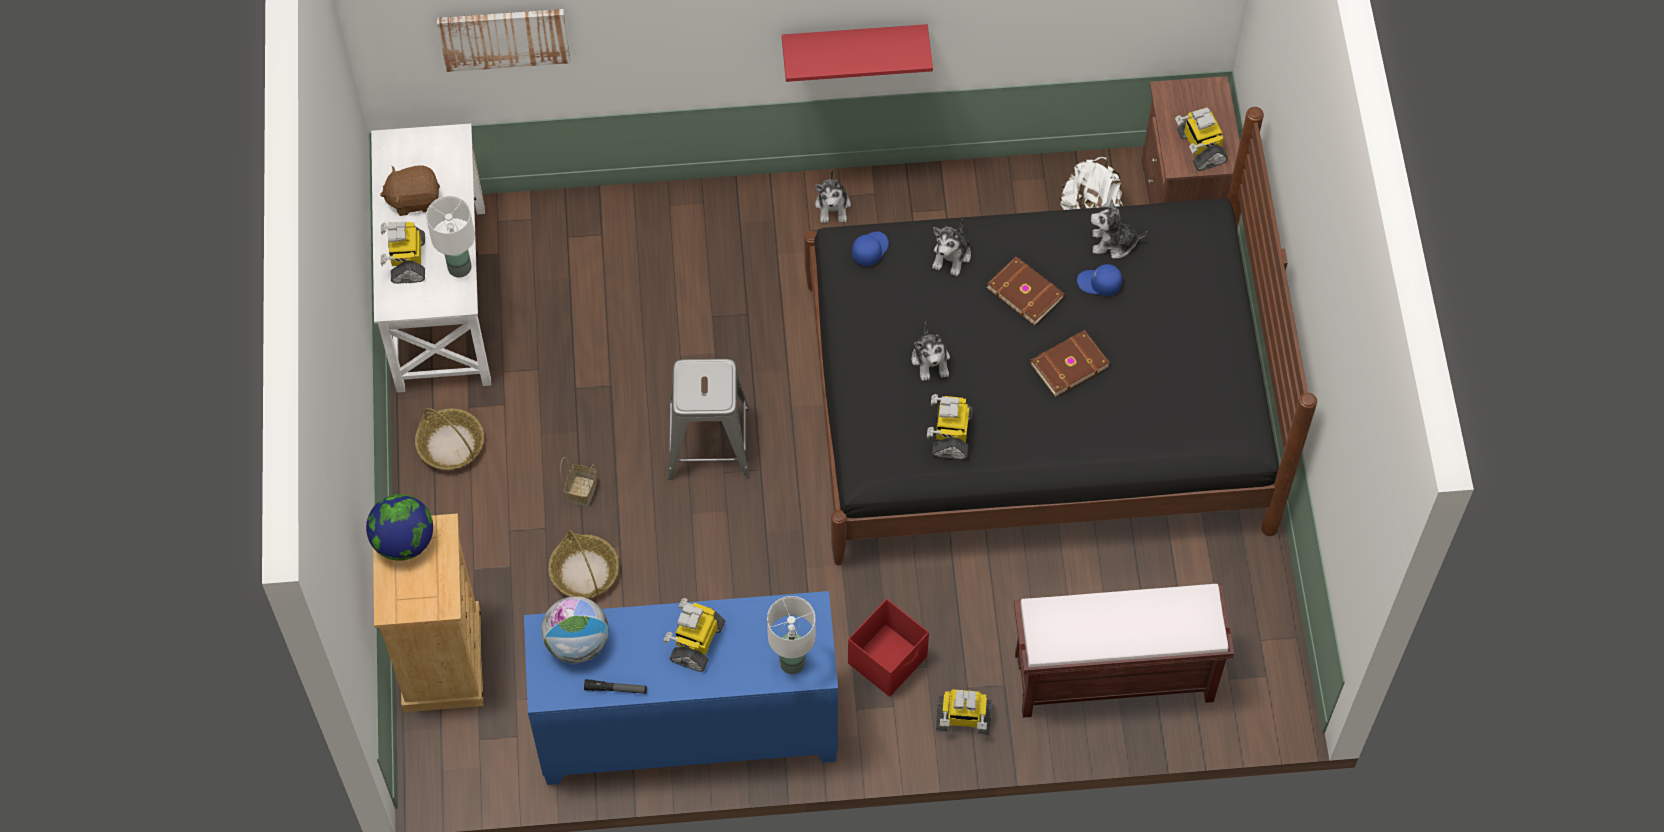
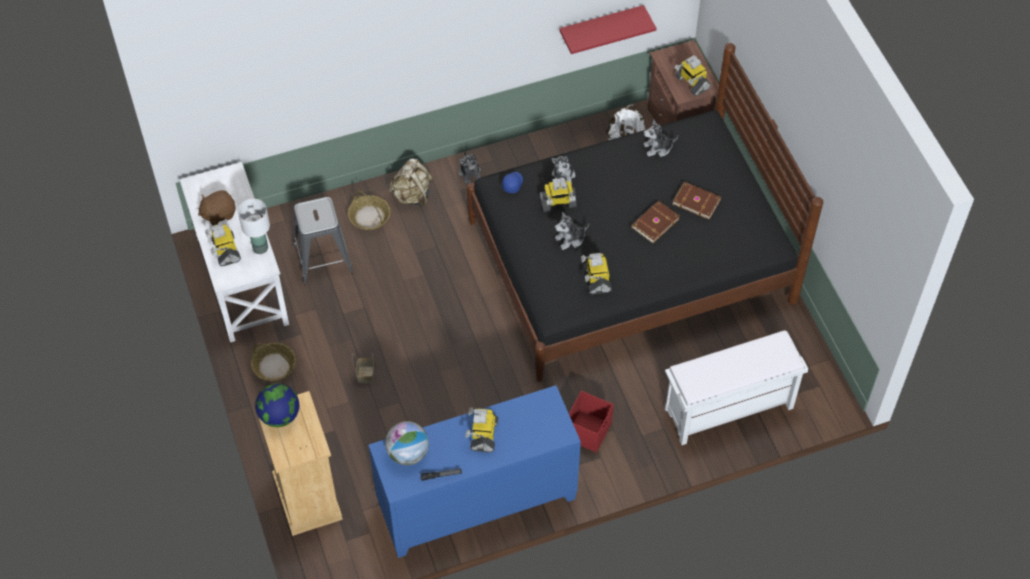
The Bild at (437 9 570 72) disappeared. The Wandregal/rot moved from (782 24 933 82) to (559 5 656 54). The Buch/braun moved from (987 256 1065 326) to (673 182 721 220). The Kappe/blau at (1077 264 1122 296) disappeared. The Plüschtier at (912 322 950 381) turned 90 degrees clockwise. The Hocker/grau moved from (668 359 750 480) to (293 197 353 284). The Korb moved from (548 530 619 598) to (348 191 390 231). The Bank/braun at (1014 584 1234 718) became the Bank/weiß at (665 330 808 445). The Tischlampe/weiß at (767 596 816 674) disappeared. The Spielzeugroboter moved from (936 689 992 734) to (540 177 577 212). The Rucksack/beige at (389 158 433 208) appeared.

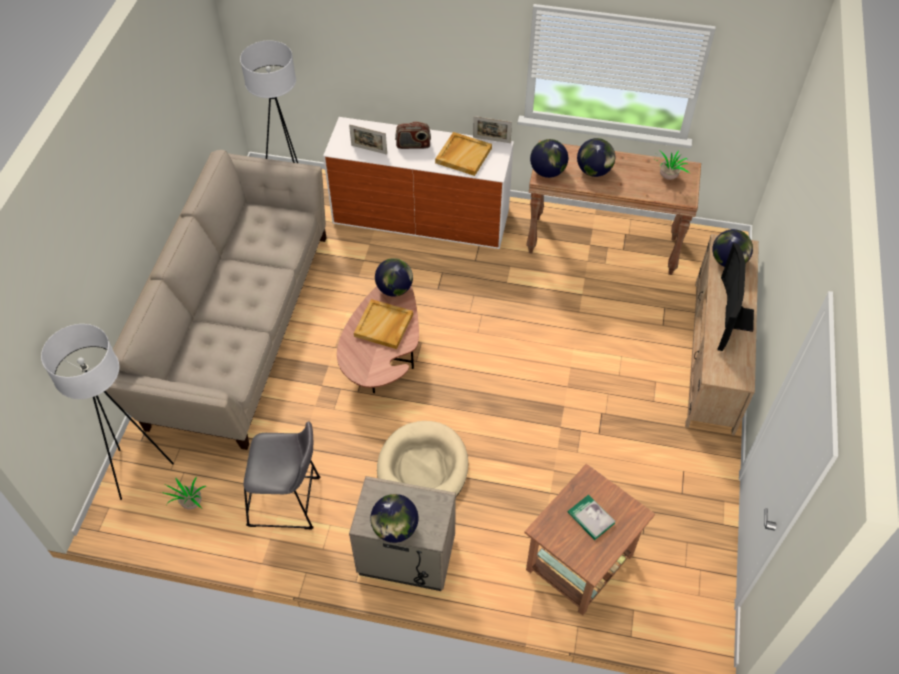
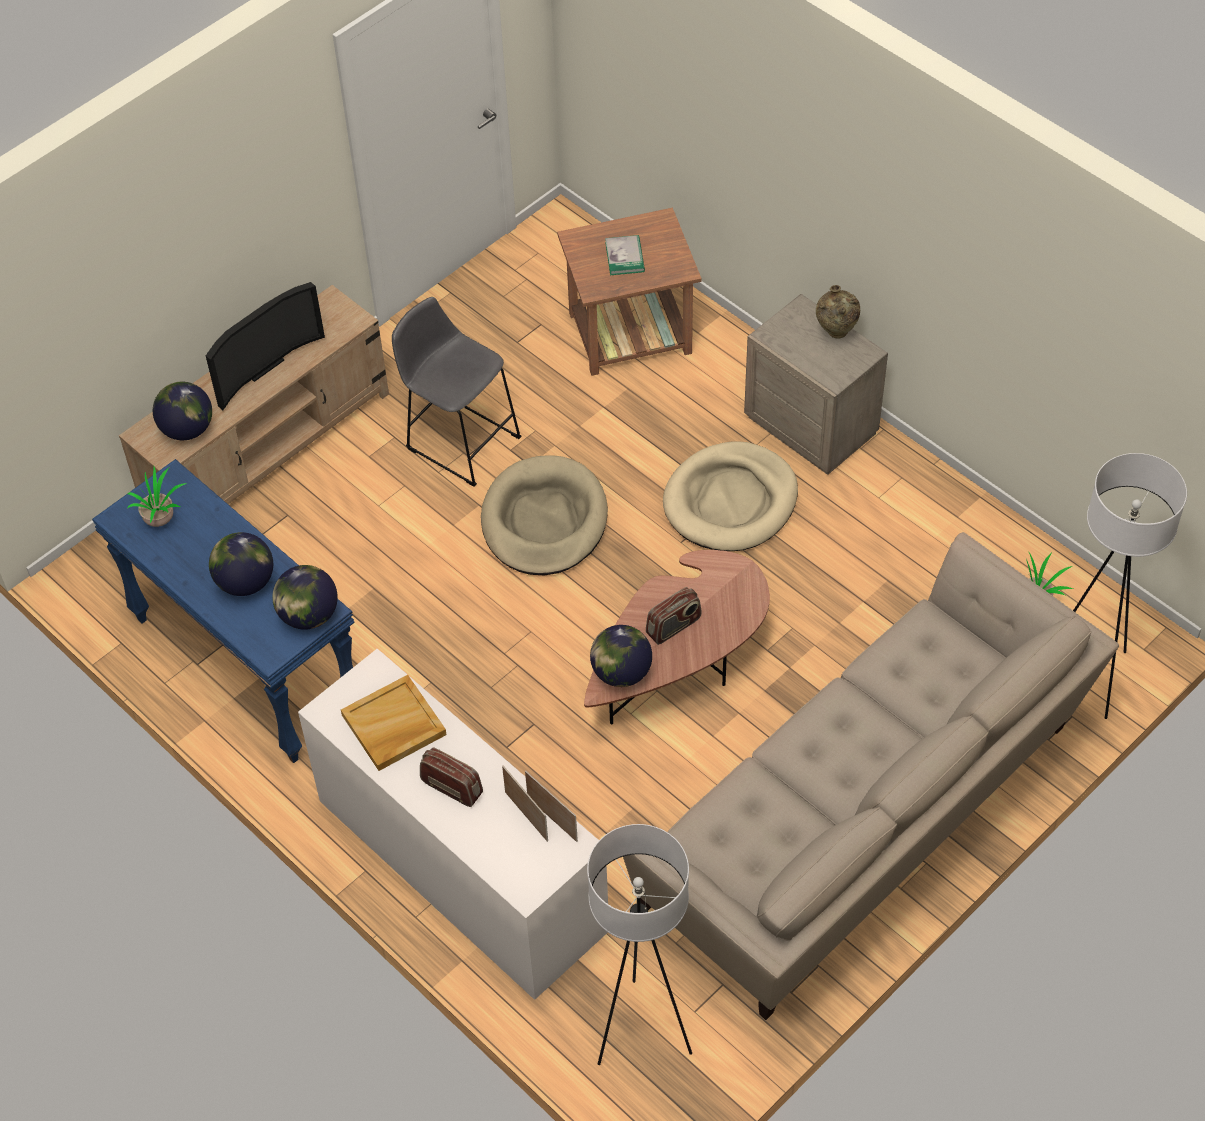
The Bilderrahmen moved from (473 116 512 143) to (525 771 578 842). The Konsolentisch/braun at (526 140 701 275) became the Konsolentisch/blau at (92 459 354 763). The Tablett/beige at (354 299 413 349) was replaced by the Radio at (646 587 701 645). The Hocker/grau moved from (243 421 321 529) to (392 297 522 487). The Globus at (370 494 418 543) was replaced by the Vase/beige at (816 285 860 339). The Hundebett/beige at (481 455 608 575) appeared.

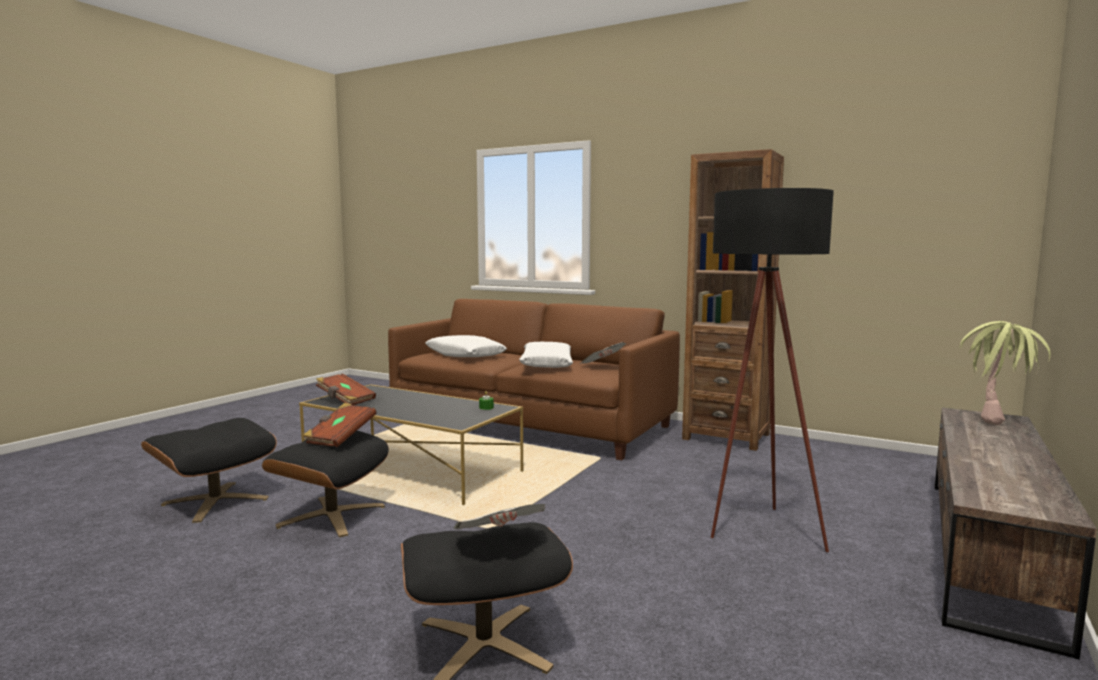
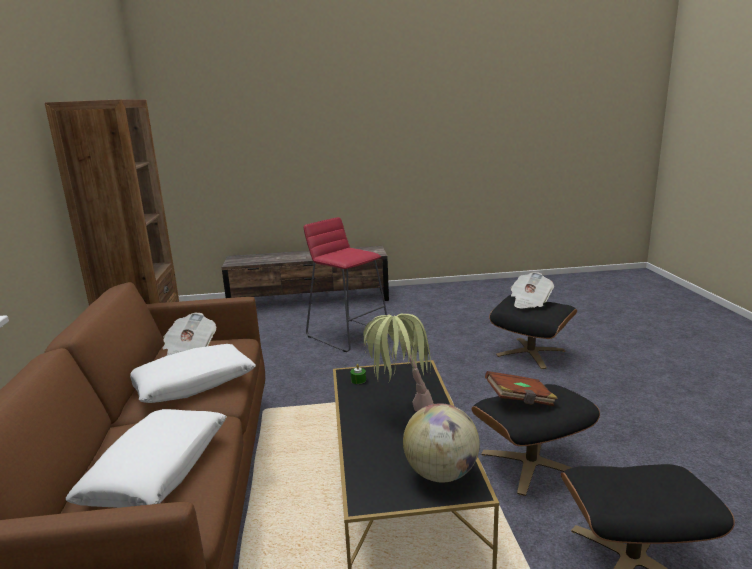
The Stehlampe/schwarz at (711 188 834 552) was replaced by the Hocker/rot at (304 217 387 352). The Topfpflanze moved from (959 321 1051 425) to (363 314 434 412). The Buch/braun at (316 373 376 405) was replaced by the Globus at (403 403 480 482).

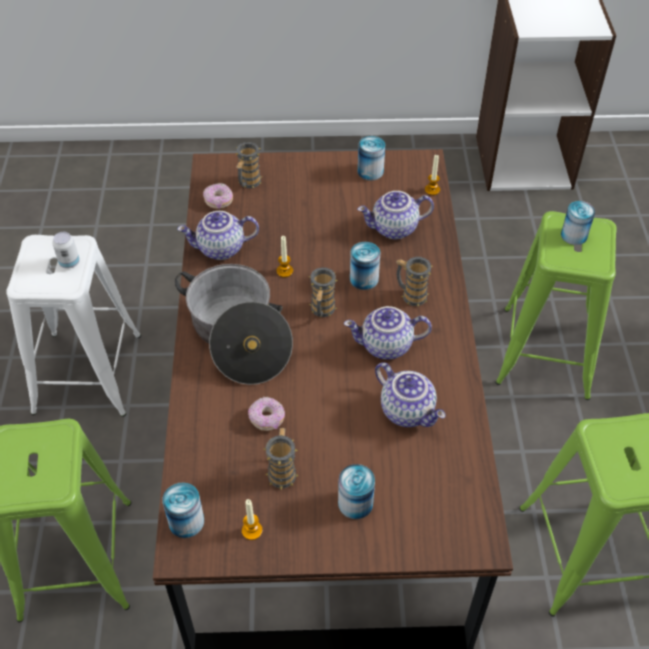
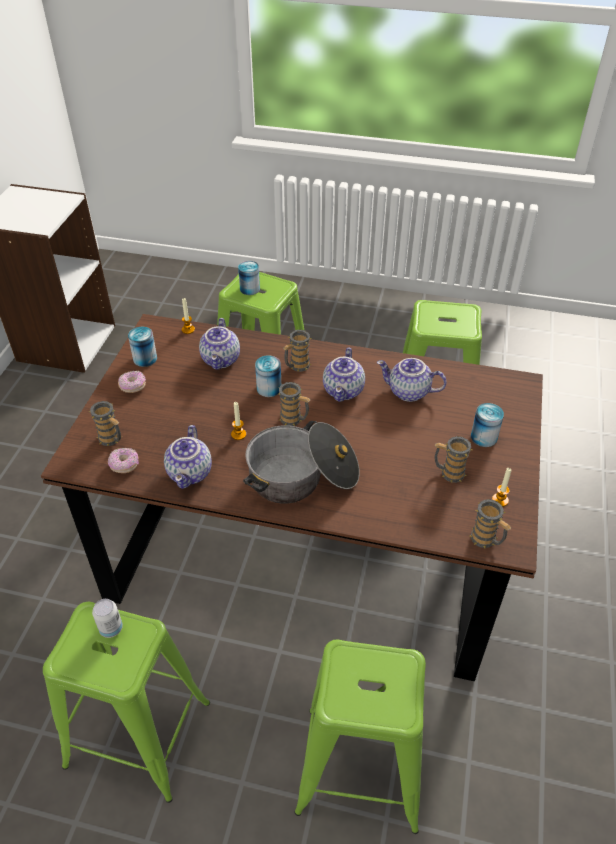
The Hocker/weiß at (6 235 141 417) became the Hocker/grün at (43 602 210 803). The Teekanne at (375 362 446 427) turned 135 degrees counterclockwise. The Donut moved from (248 397 285 431) to (118 371 146 393). The Dose at (162 482 204 538) was replaced by the Henkelbecher at (469 499 511 548).

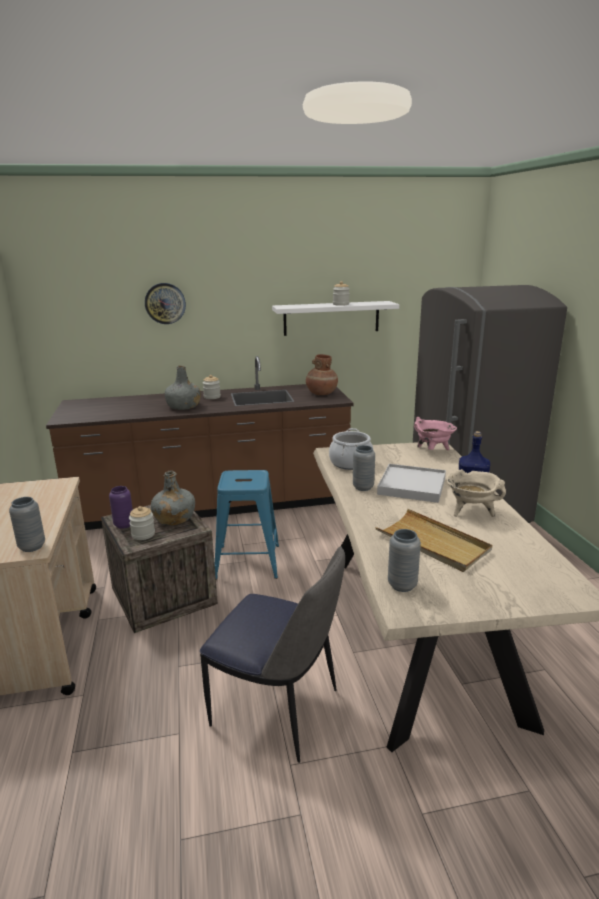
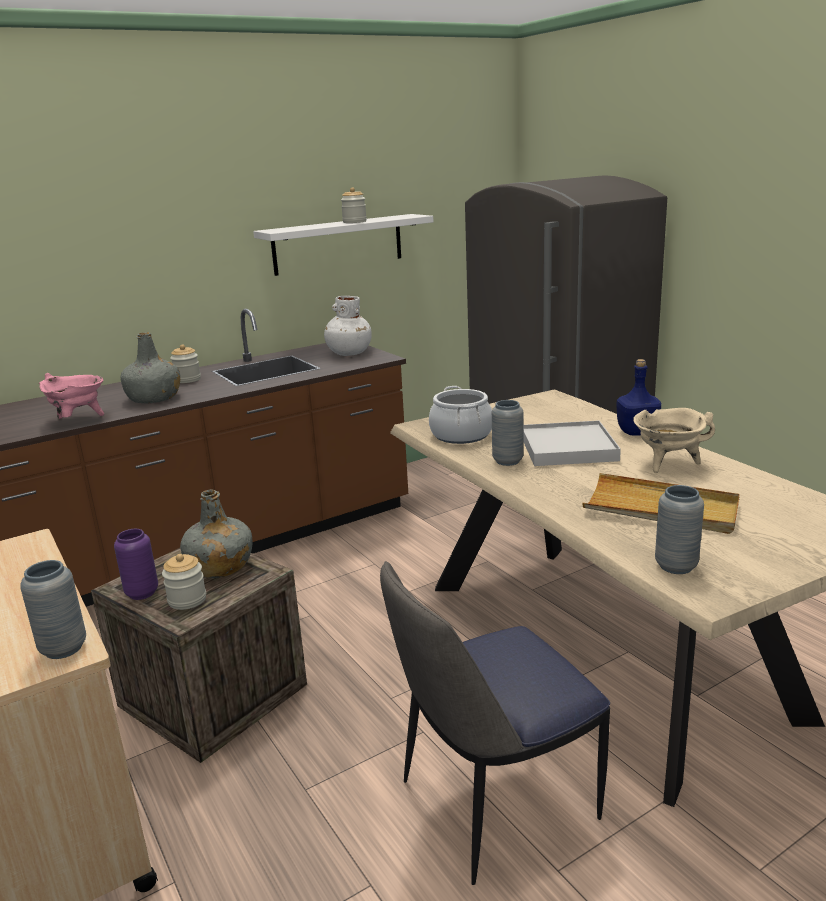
The Wanduhr at (145 283 186 324) disappeared. The Vase/braun at (306 354 338 395) became the Vase/weiß at (324 296 372 356). The Kochtopf/rosa moved from (414 417 457 450) to (39 373 104 419). The Hocker/blau at (215 470 279 580) disappeared. The Stuhl at (200 546 345 763) turned 150 degrees clockwise.

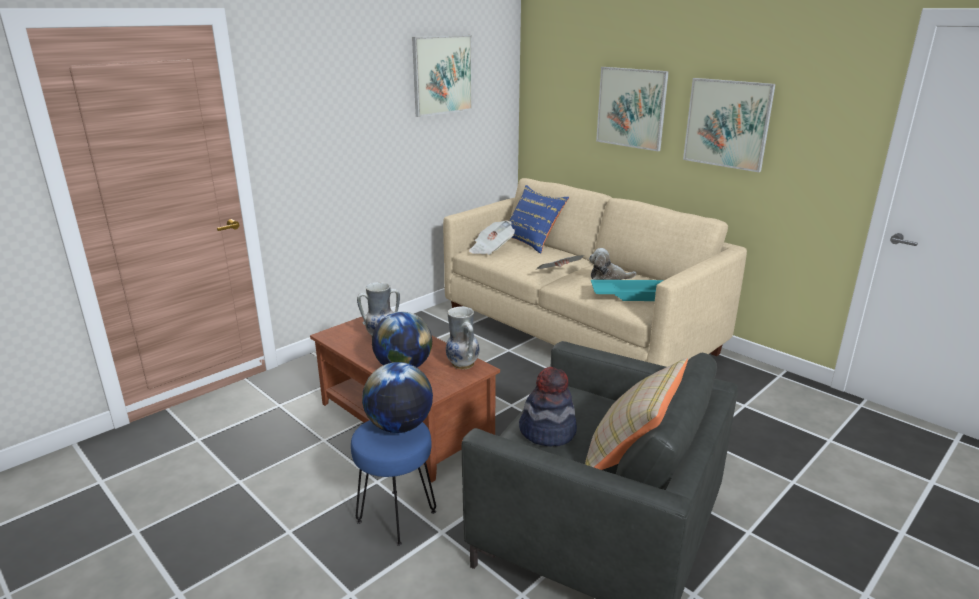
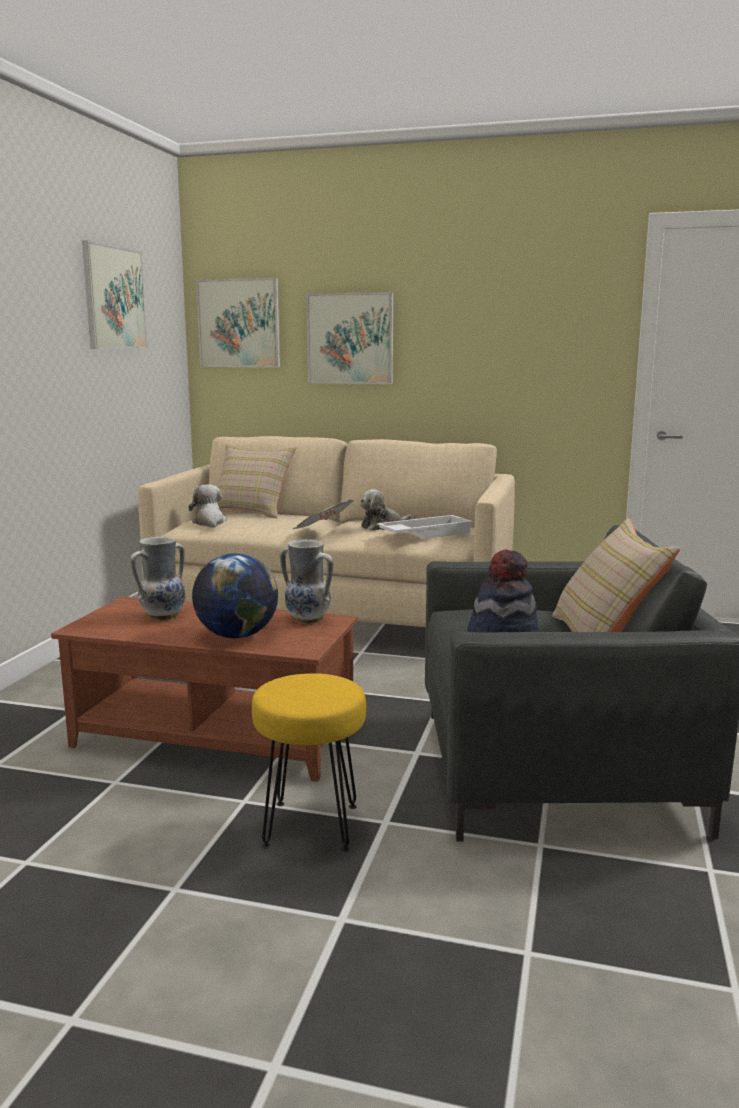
The Bild moved from (683 78 776 172) to (196 278 280 367). The Kissen/blau at (510 185 569 253) became the Kissen/beige at (217 444 297 518). The Zeitung at (469 221 515 255) was replaced by the Plüschtier at (188 484 227 528). The Tablett/türkis at (591 280 664 301) became the Tablett/weiß at (377 515 473 539). The Globus at (362 362 433 433) disappeared. The Hocker/blau at (351 420 436 546) became the Hocker/gelb at (252 673 366 852).

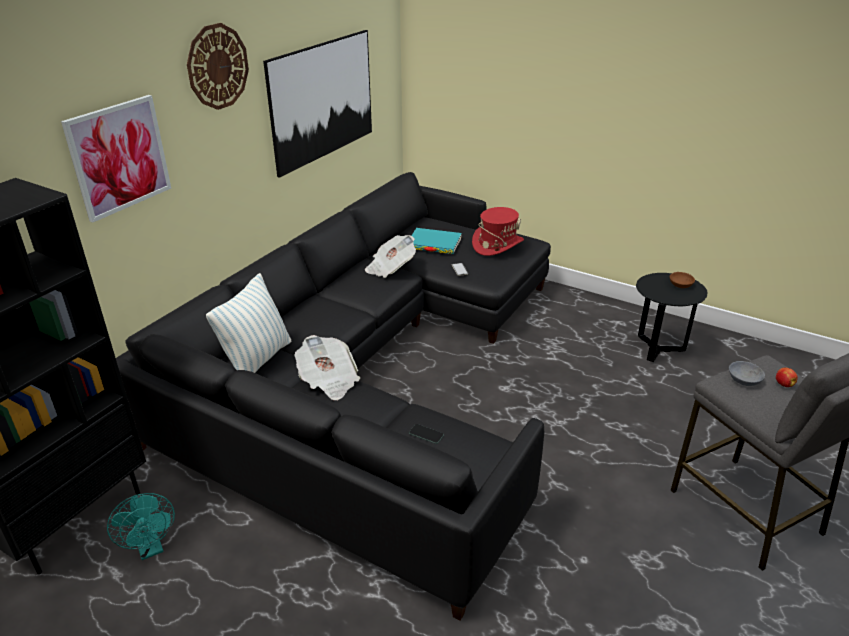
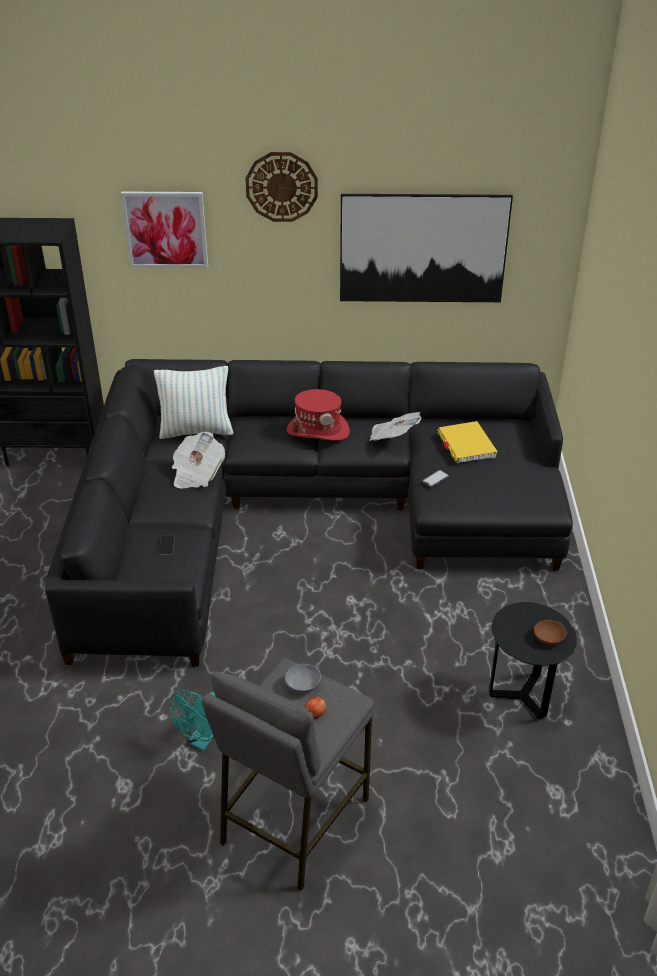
The Hut/rot moved from (472 207 524 256) to (287 389 350 441). The Buch/türkis at (412 228 462 254) became the Buch/gelb at (438 421 498 463). The Ventilator/türkis moved from (107 493 175 560) to (169 690 216 751).

